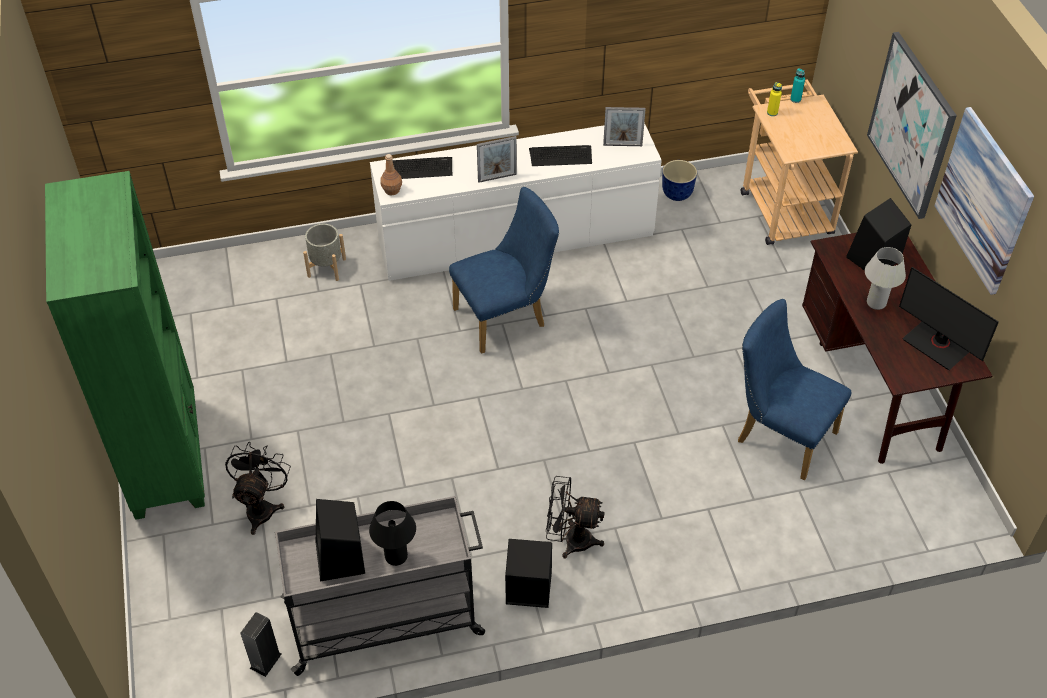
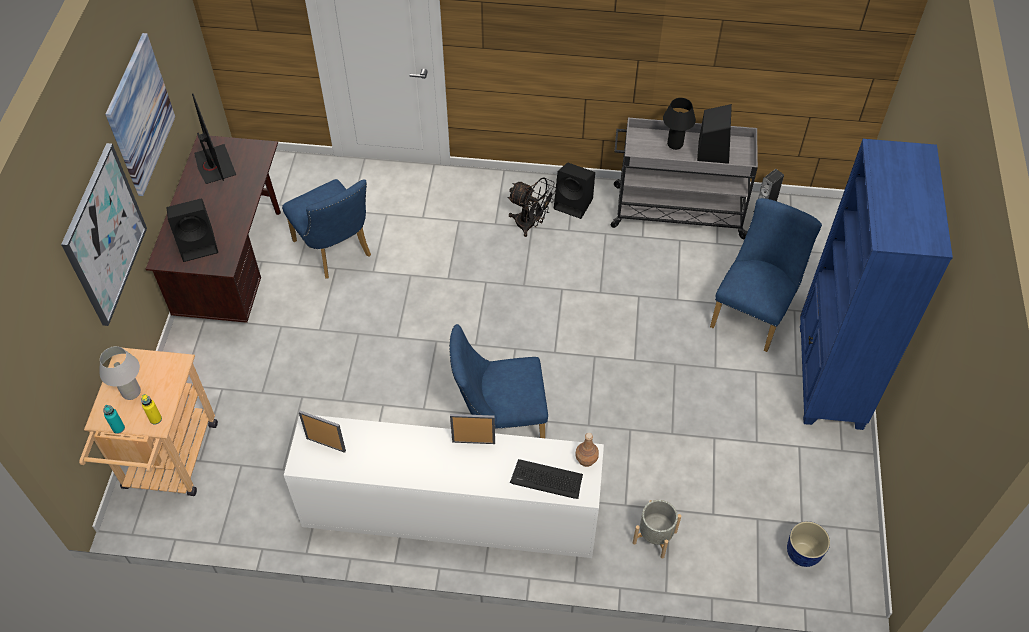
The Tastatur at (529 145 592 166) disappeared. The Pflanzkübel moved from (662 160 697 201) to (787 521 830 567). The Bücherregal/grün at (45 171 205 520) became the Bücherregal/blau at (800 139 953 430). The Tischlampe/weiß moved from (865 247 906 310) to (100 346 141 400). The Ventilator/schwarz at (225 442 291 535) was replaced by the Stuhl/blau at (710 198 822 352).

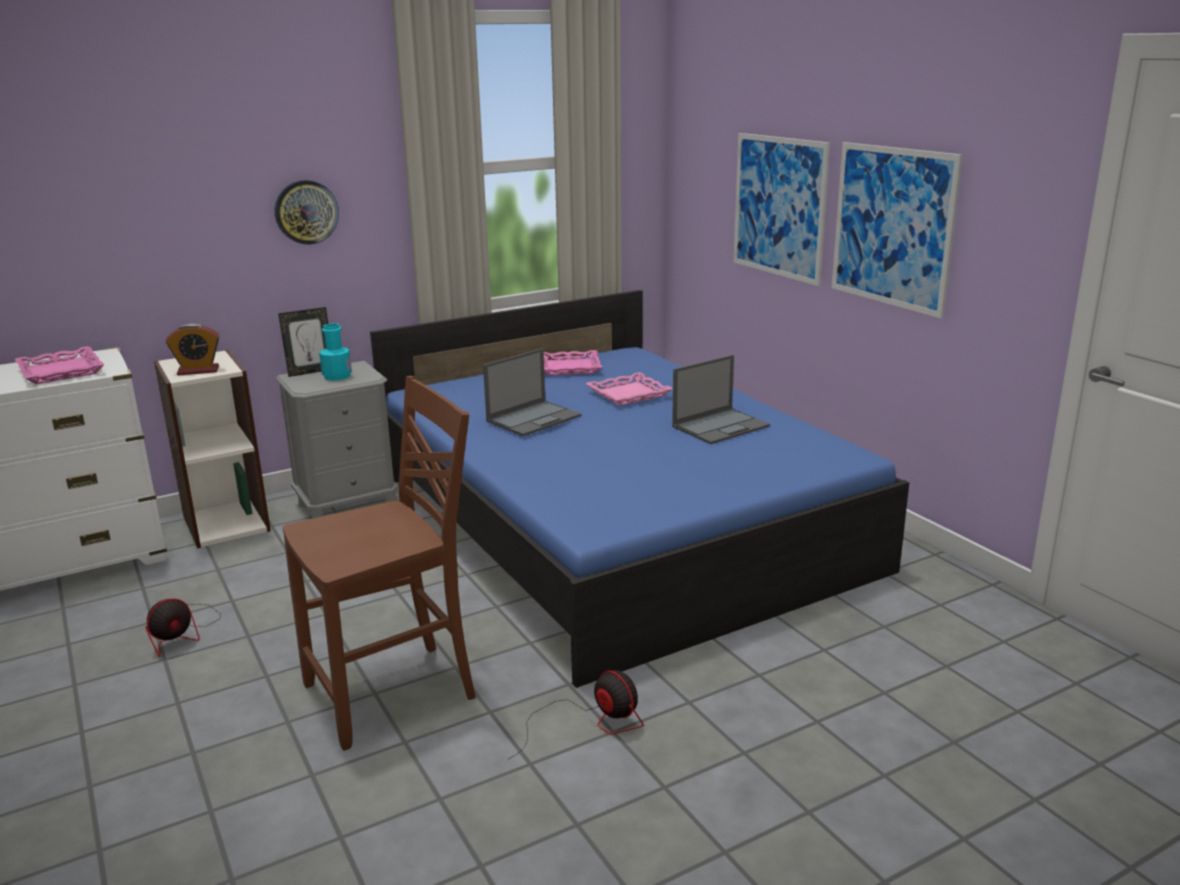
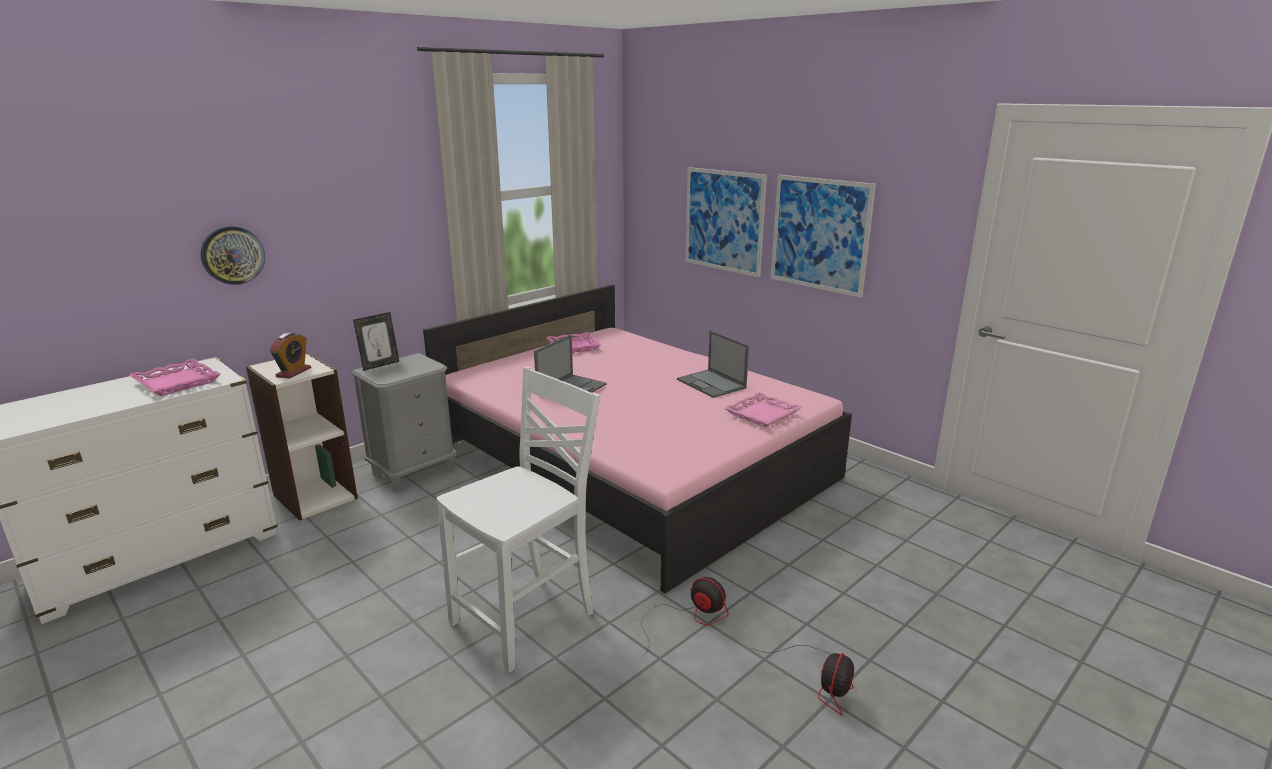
The Wanduhr moved from (275 180 339 245) to (201 226 265 285). The Bett/blau at (370 290 909 688) became the Bett/rosa at (423 285 852 594). The Wecker at (166 323 220 376) turned 45 degrees counterclockwise. The Flasche/türkis at (319 323 352 381) disappeared. The Laptop at (672 355 770 444) turned 105 degrees clockwise. The Tablett/rosa moved from (586 372 673 406) to (725 392 802 427). The Stuhl/braun at (283 376 476 751) became the Stuhl/weiß at (437 367 600 673). The Ventilator moved from (146 599 221 657) to (752 645 854 715).

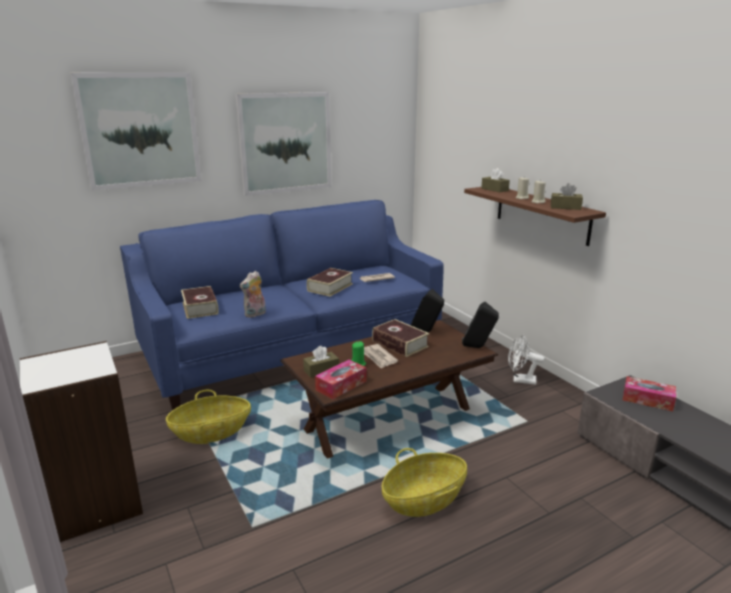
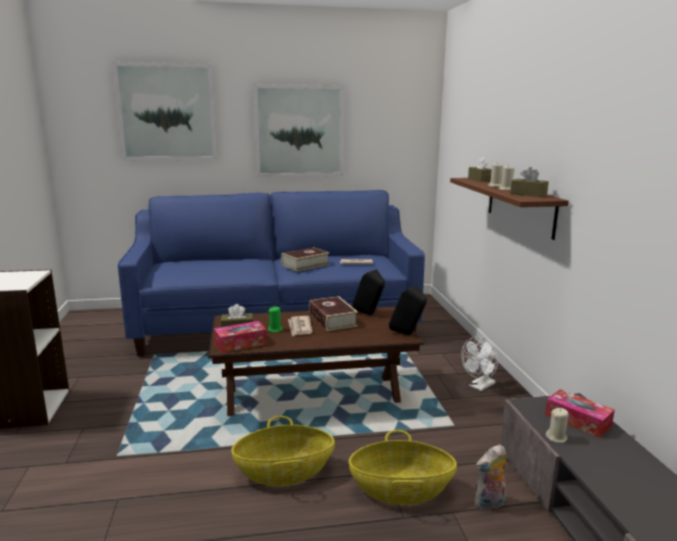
The Plüschtier moved from (240 271 266 318) to (475 445 507 511). The Buch at (181 286 219 319) disappeared. The Ventilator/weiß at (508 335 545 385) turned 75 degrees counterclockwise. The Korb moved from (166 390 251 444) to (349 430 457 505). The Kerze/beige at (546 408 569 443) appeared.

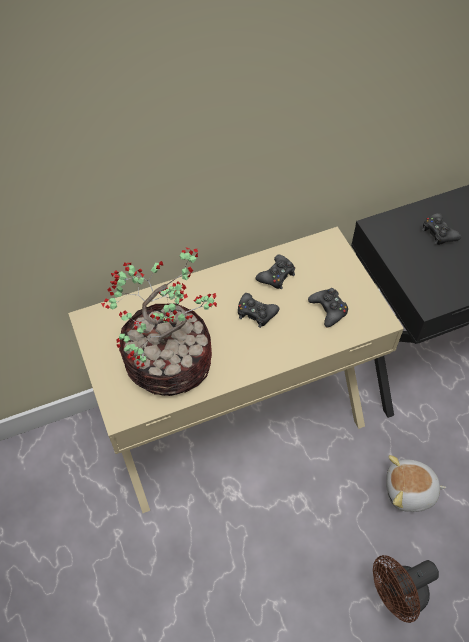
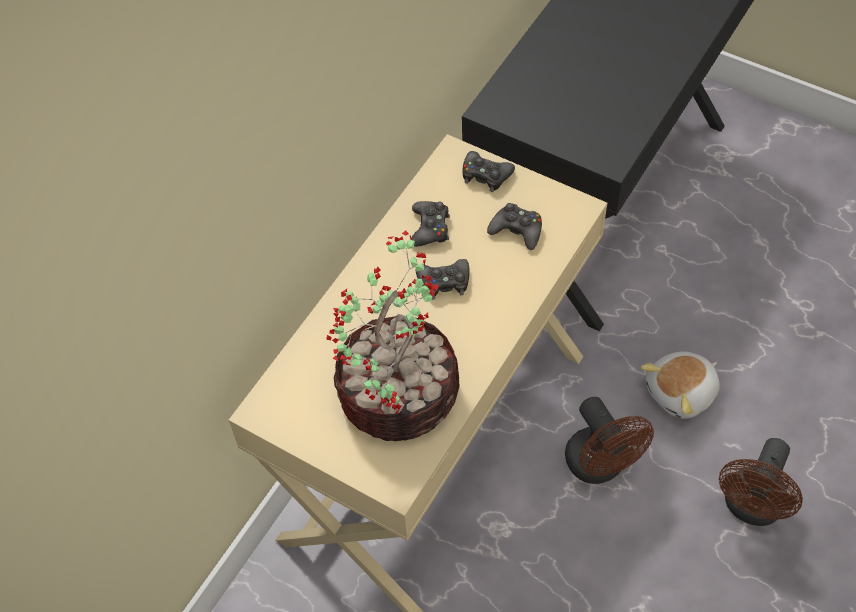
The Gamepad/schwarz moved from (422 213 461 245) to (463 151 515 192). The Ventilator/braun at (565 397 654 484) appeared.

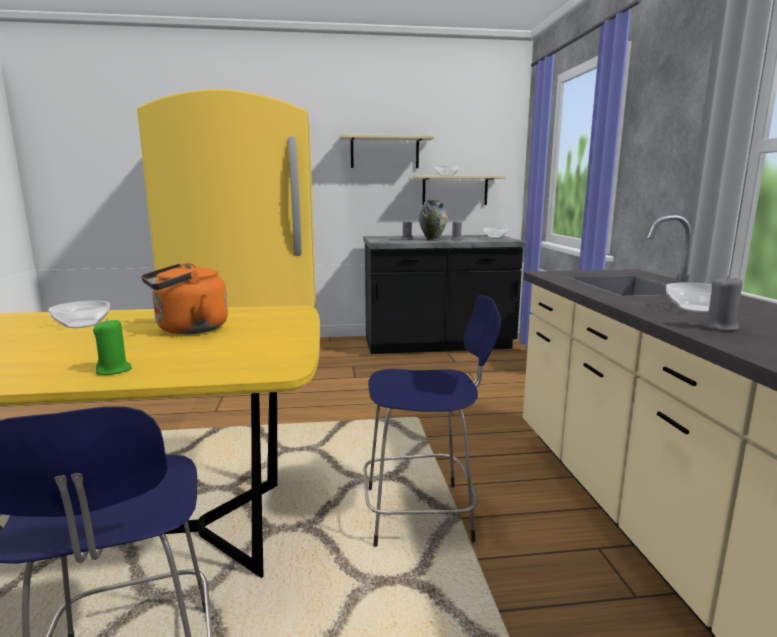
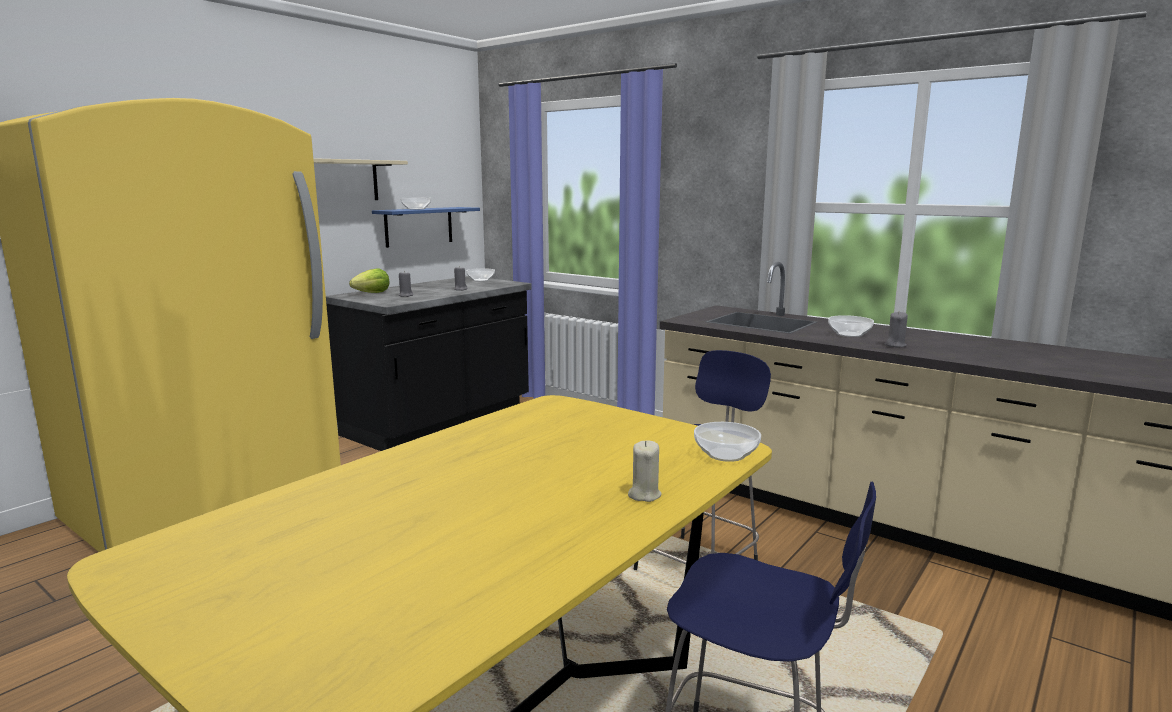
The Wandregal/beige at (412 175 506 205) became the Wandregal/blau at (372 207 480 248). The Vase at (419 200 448 241) disappeared. The Wasserkessel/orange at (141 263 228 334) disappeared. The Schüssel moved from (49 301 110 328) to (694 422 761 462). The Kerze/grün at (93 318 132 375) became the Kerze/beige at (628 441 662 502). The Salatkopf at (349 269 389 293) appeared.

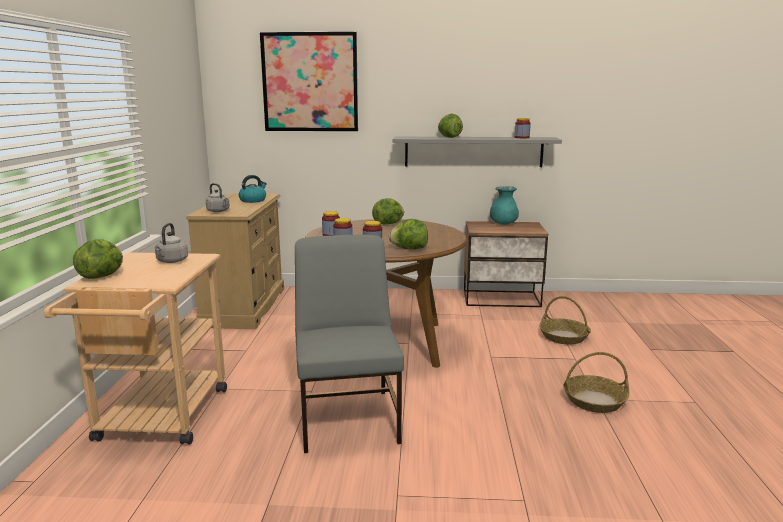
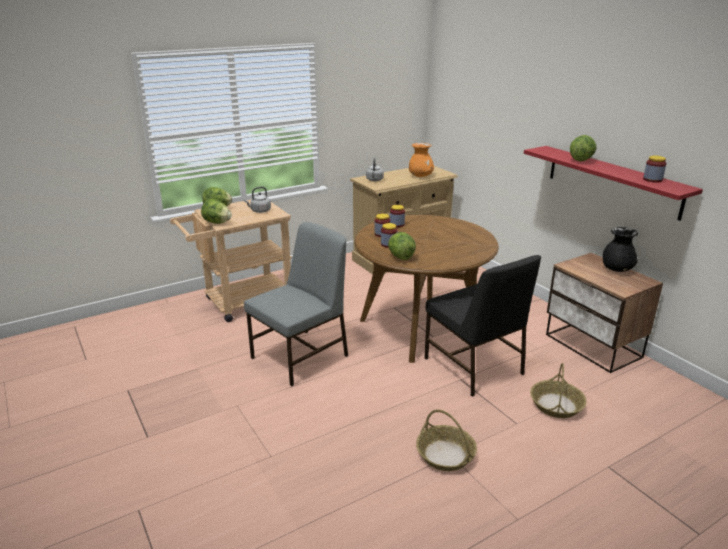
The Bild at (260 32 358 131) disappeared. The Wandregal/grau at (393 137 562 167) became the Wandregal/rot at (524 146 703 221). The Wasserkessel at (239 175 267 203) was replaced by the Vase/orange at (409 143 434 177). The Vase/türkis at (490 186 519 225) became the Vase/schwarz at (603 227 638 272). The Salatkopf moved from (372 198 404 224) to (201 199 232 224). The Stuhl/schwarz at (425 255 541 397) appeared.

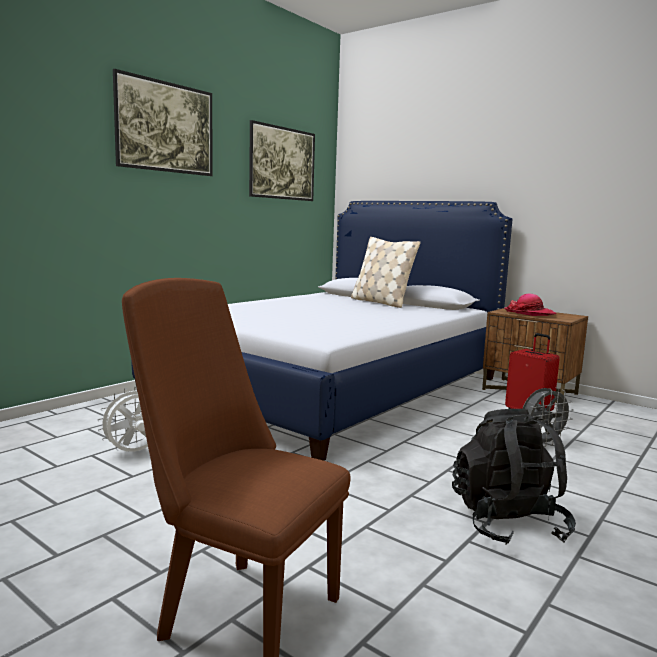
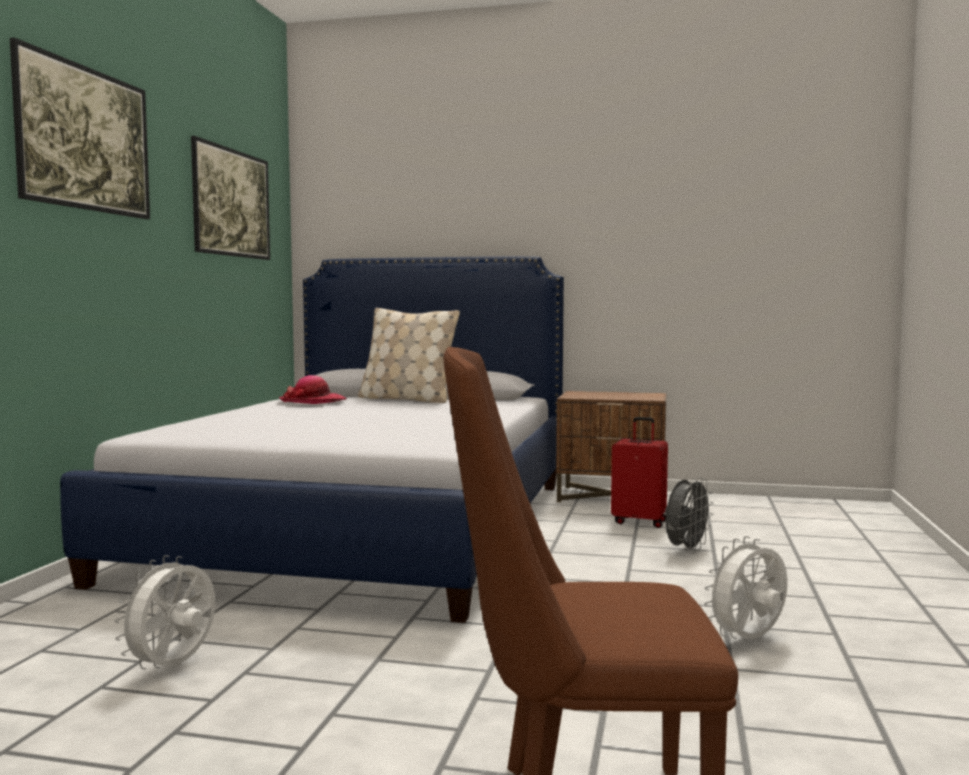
The Hut moved from (504 294 557 316) to (279 375 347 404). The Rucksack/schwarz at (452 409 576 545) was replaced by the Ventilator/weiß at (704 536 788 639).

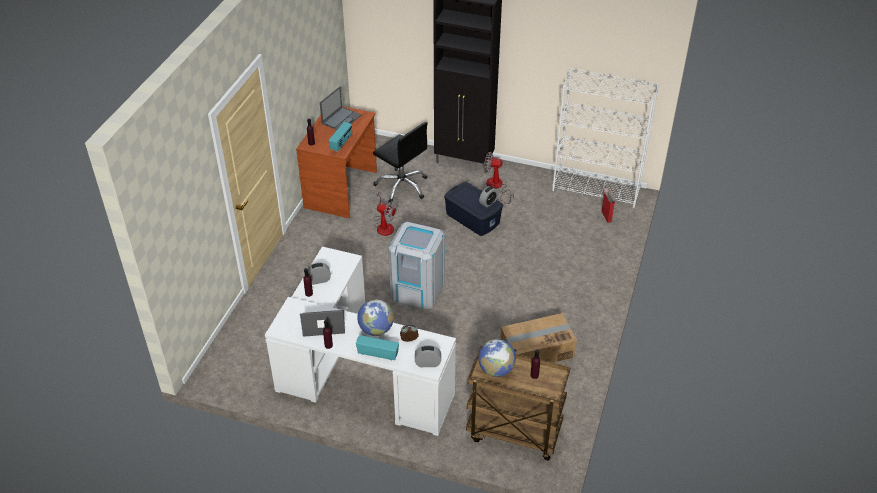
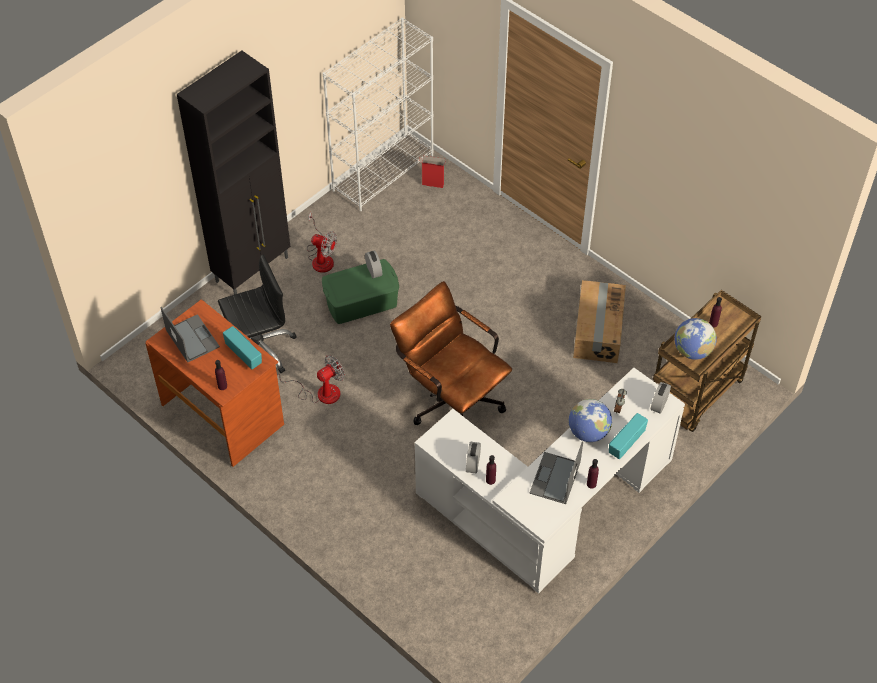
The Ventilator at (484 152 515 204) turned 105 degrees counterclockwise. The Aufbewahrungsbox/blau at (444 182 503 236) became the Aufbewahrungsbox/grün at (322 259 399 324). The Mülleimer/grau at (388 222 445 310) was replaced by the Bürostuhl/braun at (390 281 512 425).

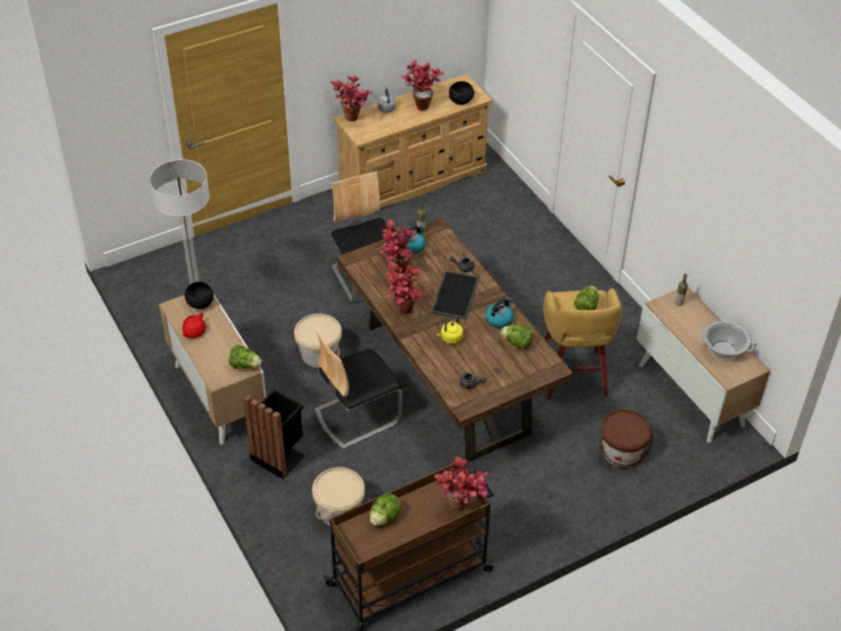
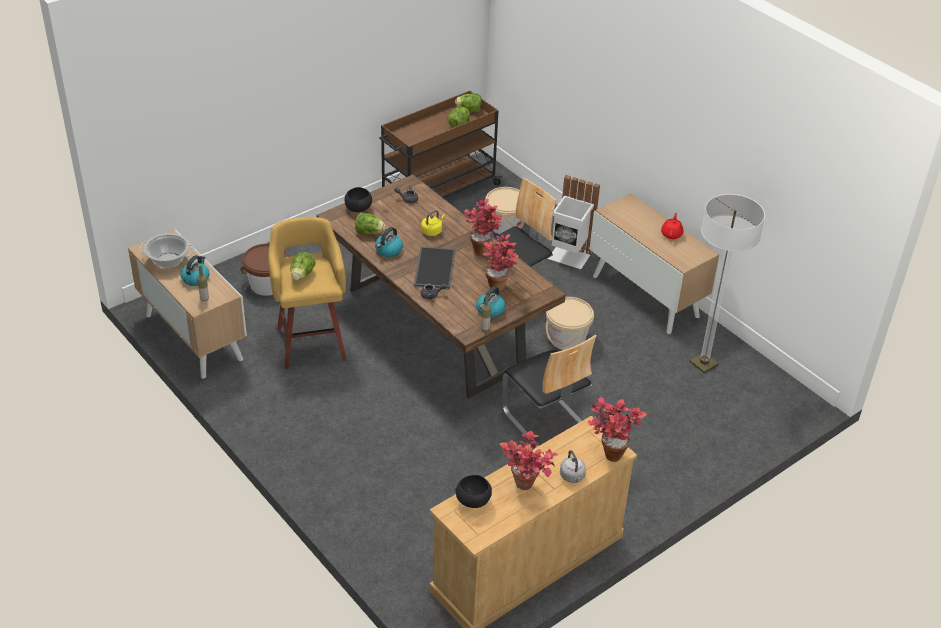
The Schüssel/schwarz moved from (185 282 214 309) to (345 187 372 212). The Salatkopf moved from (229 345 262 369) to (455 93 482 113). The Mülleimer/schwarz at (243 389 305 479) became the Mülleimer/weiß at (548 175 600 269). The Topfpflanze at (434 457 489 511) disappeared. The Wasserkessel at (181 255 210 286) appeared.

